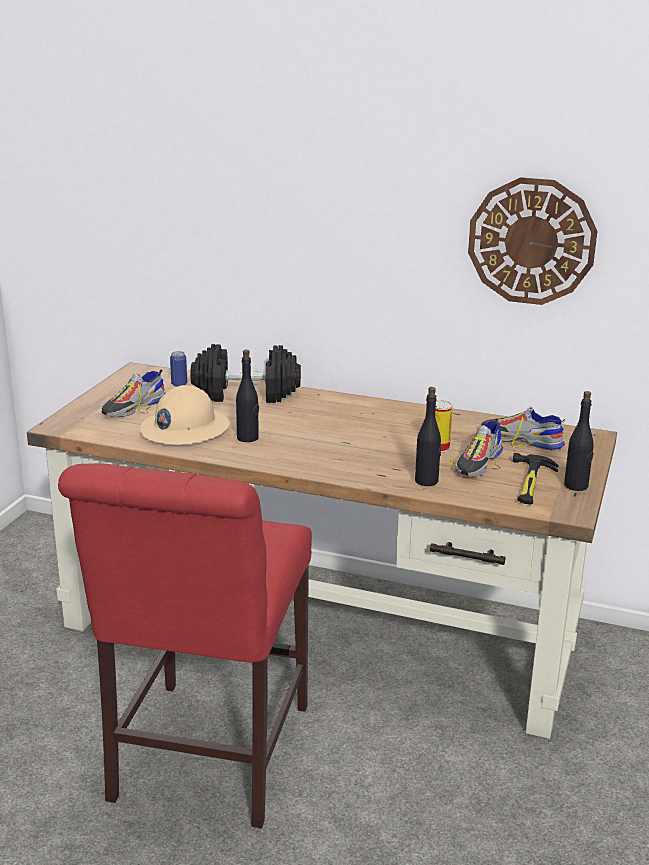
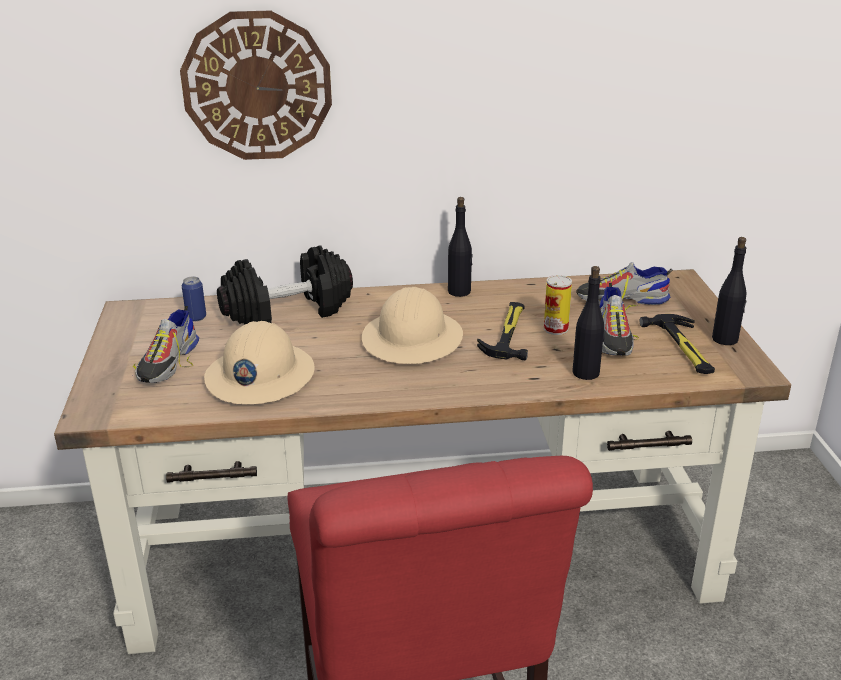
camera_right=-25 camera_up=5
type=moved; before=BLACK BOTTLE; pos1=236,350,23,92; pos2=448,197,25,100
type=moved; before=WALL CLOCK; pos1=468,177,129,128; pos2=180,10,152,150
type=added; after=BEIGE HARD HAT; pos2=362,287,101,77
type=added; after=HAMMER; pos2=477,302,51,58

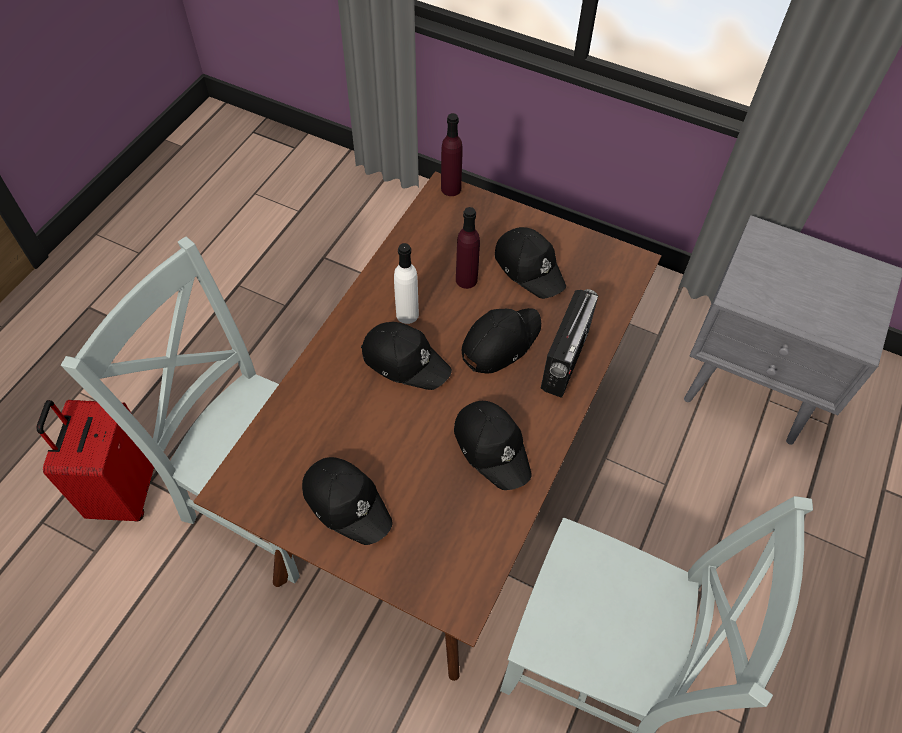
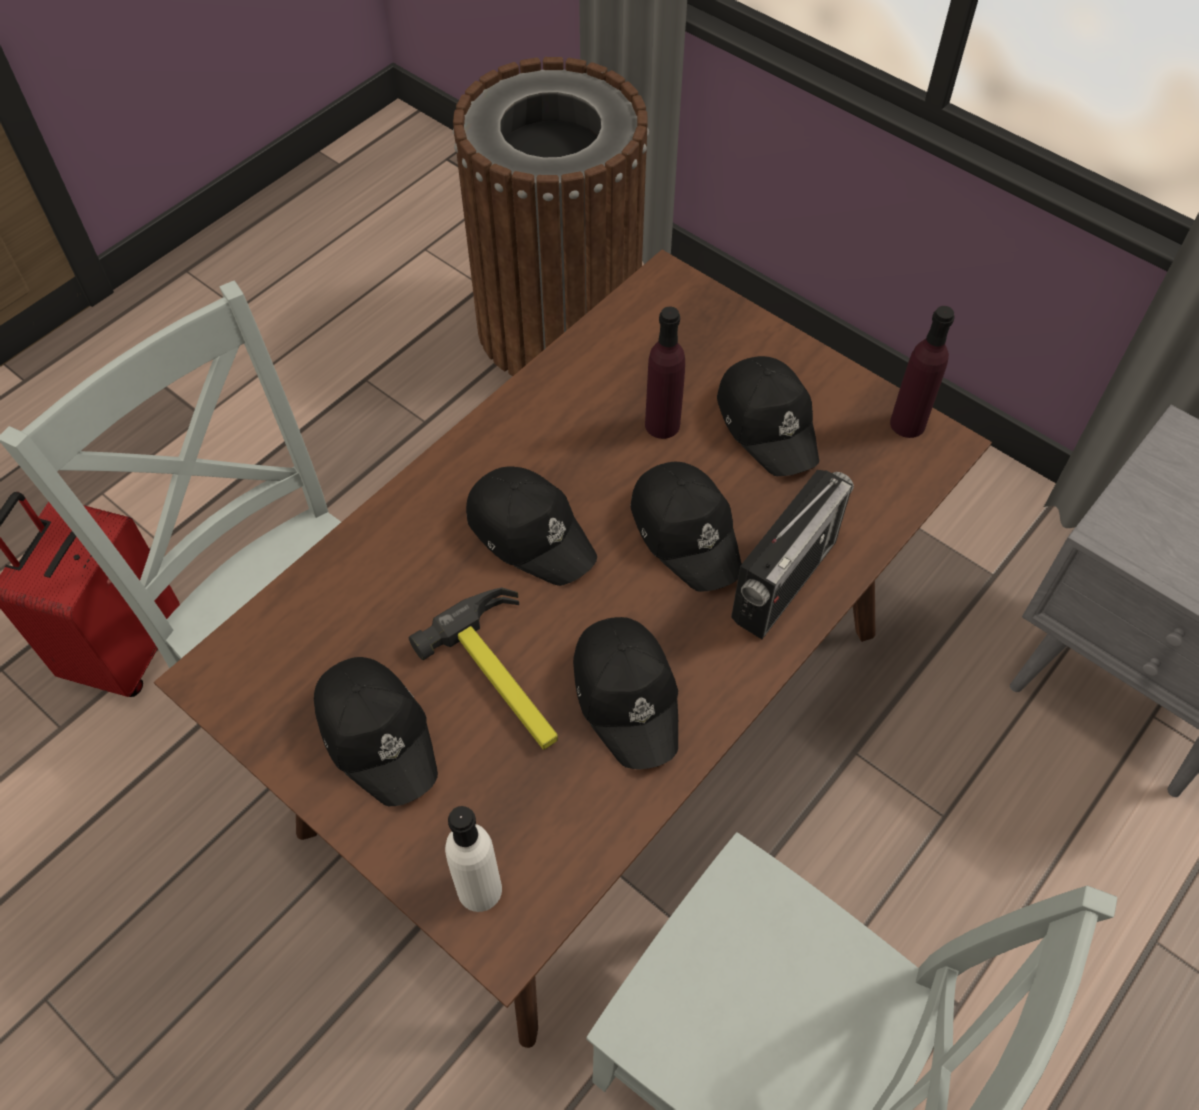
camera_right=15 camera_up=0
type=moved; before=WHITE BOTTLE; pos1=394,243,25,81; pos2=445,806,57,106
type=moved; before=PURPLE BOTTLE; pos1=441,113,22,83; pos2=890,306,65,132
type=turned; before=BLACK CAP; pos1=462,308,79,66; pos2=631,462,111,130; turn=90
type=added; after=HAMMER; pos2=409,587,149,163
type=added; after=BROWN TRASH CAN; pos2=453,57,196,319

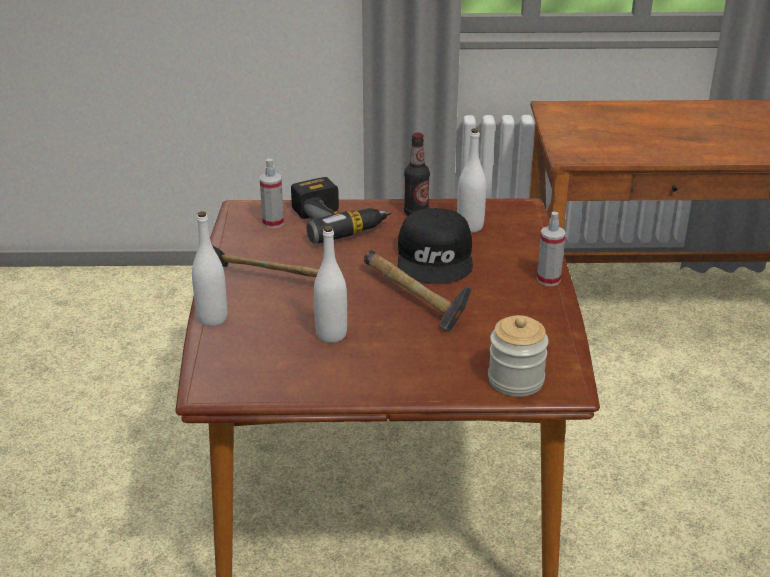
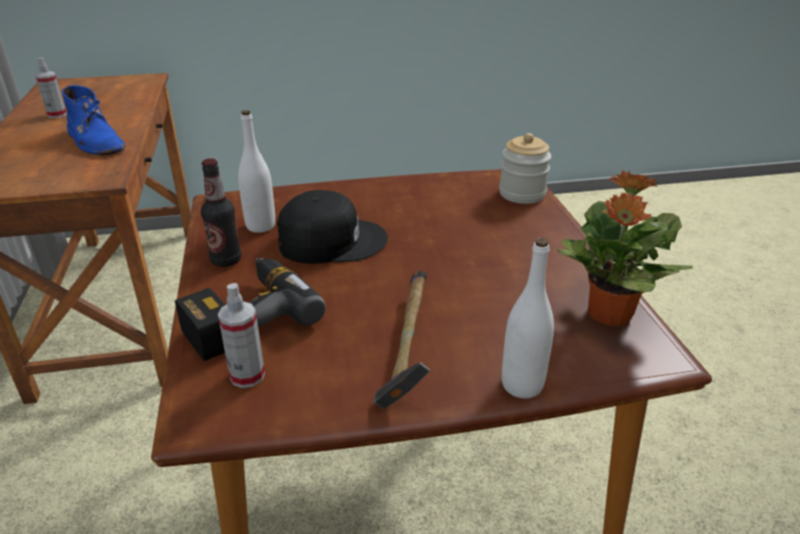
camera_right=-100 camera_up=0
type=removed; before=WHITE BOTTLE; pos1=314,226,33,117
type=removed; before=HAMMER; pos1=364,250,108,82
type=moved; before=SPRAY BOTTLE; pos1=537,212,29,74; pos2=35,57,32,61
type=added; after=BLUE BOOT; pos2=62,85,63,70
type=added; after=POTTED PLANT; pos2=557,170,136,156

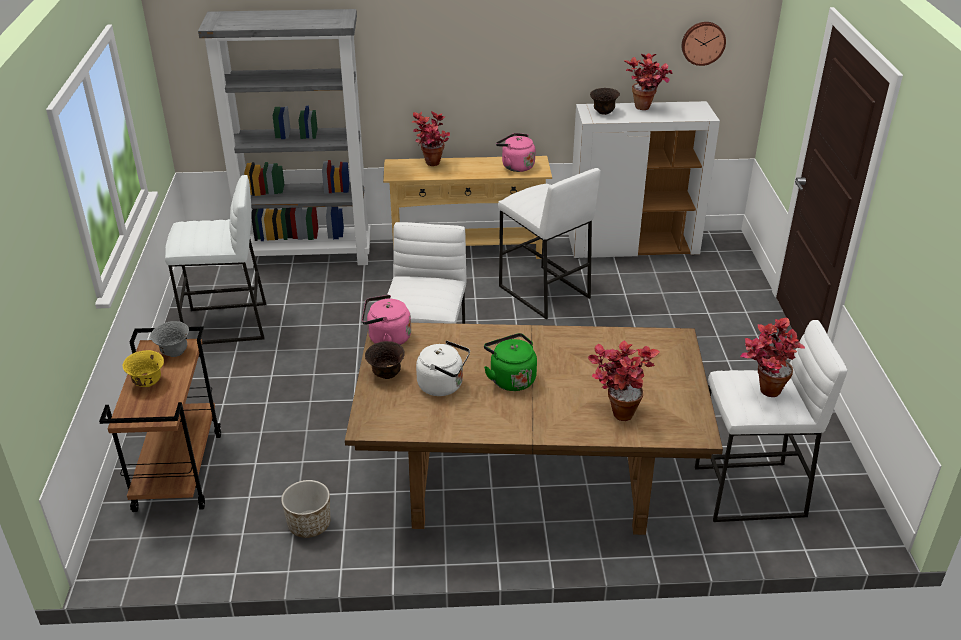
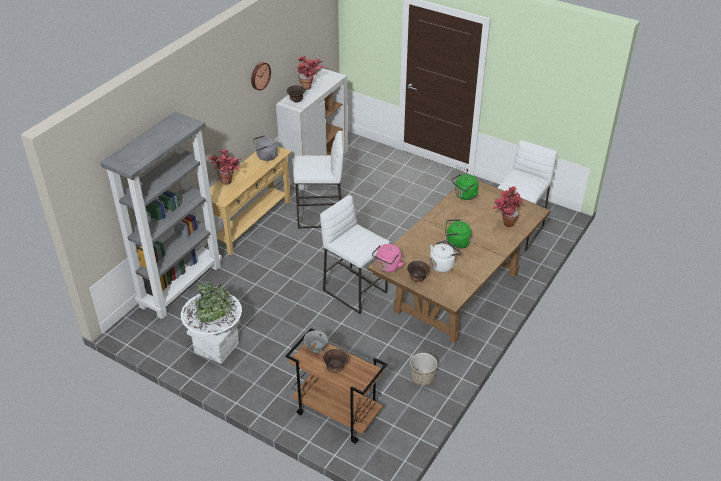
camera_right=-55 camera_up=5
type=recoloured; before=YELLOW BOWL; after=BROWN BOWL; pos1=123,350,41,37; pos2=323,349,24,24
type=replaced; before=WHITE STOOL; after=WHITE PLANTER; pos1=165,175,101,169; pos2=181,281,61,83
type=recoloured; before=PINK KETTLE; after=GREY KETTLE; pos1=496,133,39,39; pos2=253,135,25,26
type=moved; before=WALL CLOCK; pos1=682,22,44,44; pos2=251,62,20,29
type=removed; before=POTTED PLANT; pos1=740,318,65,79
type=added; after=GREEN KETTLE; pos2=451,174,28,26

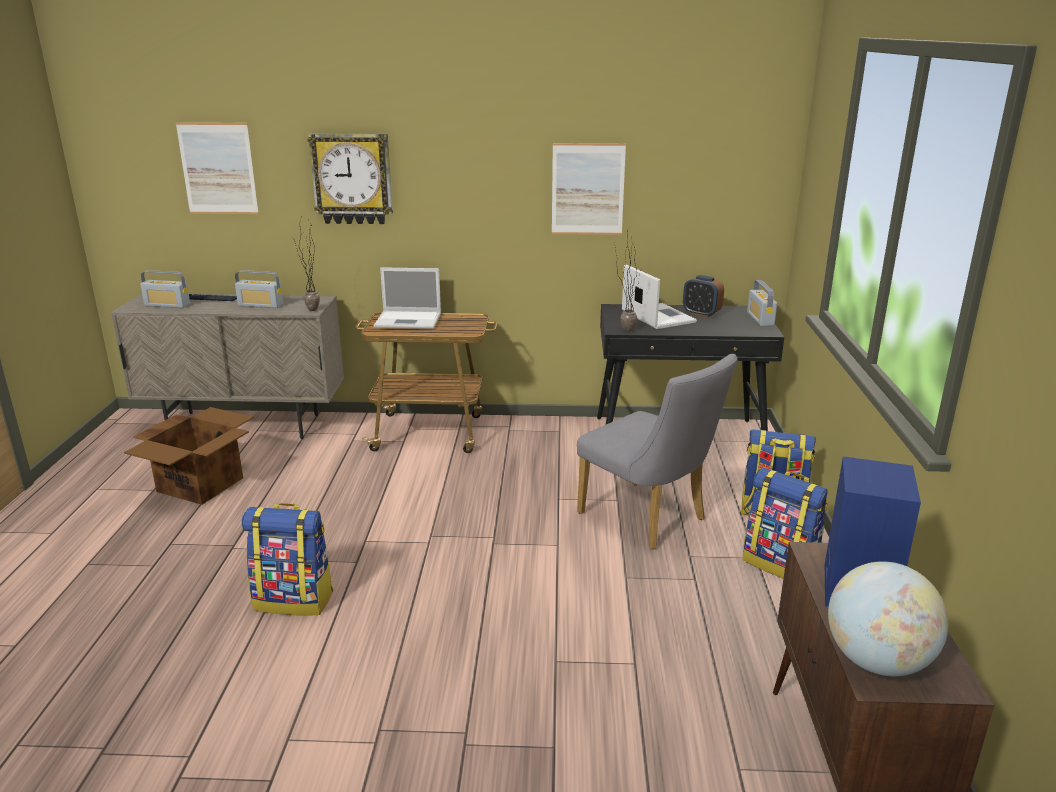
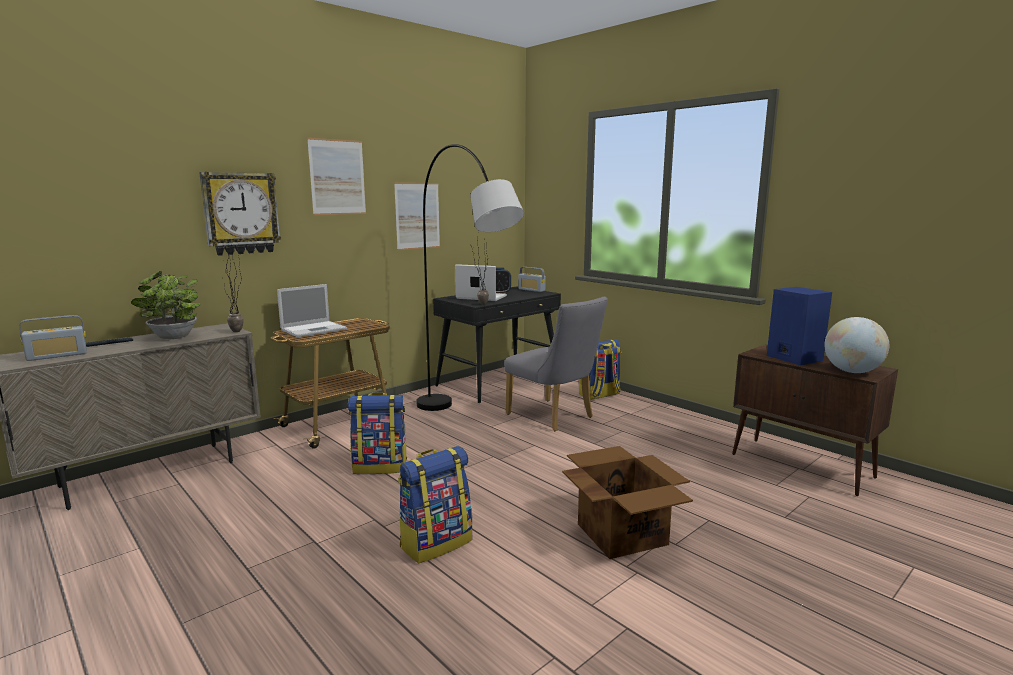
camera_right=-45 camera_up=-10
type=moved; before=CARDBOARD BOX; pos1=124,407,130,98; pos2=562,446,131,113
type=moved; before=PICTURE; pos1=175,122,84,92; pos2=307,138,59,77
type=replaced; before=RADIO; after=POTTED PLANT; pos1=235,270,48,38; pos2=131,271,70,68
type=turned; before=GREY CHAIR; pos1=577,354,160,195; pos2=504,297,104,134; turn=45
type=moved; before=BACKPACK; pos1=742,468,86,110; pos2=348,392,60,82
type=added; after=GREY FLOOR LAMP; pos2=416,144,108,267

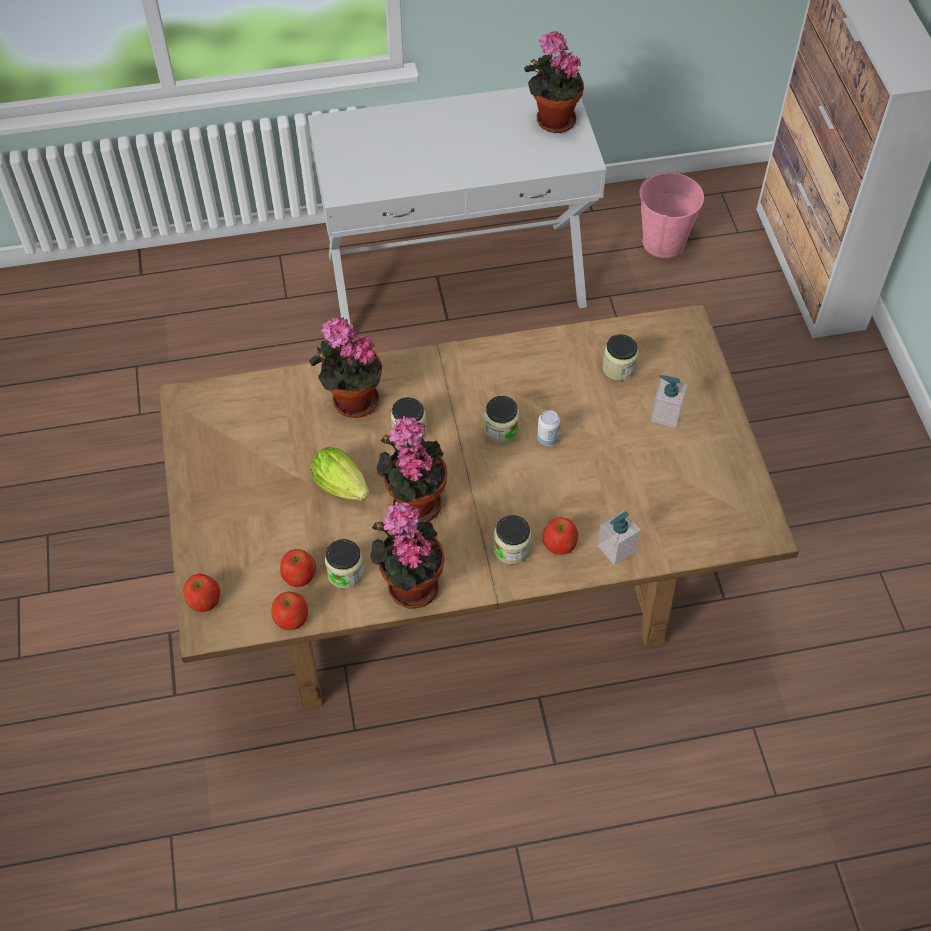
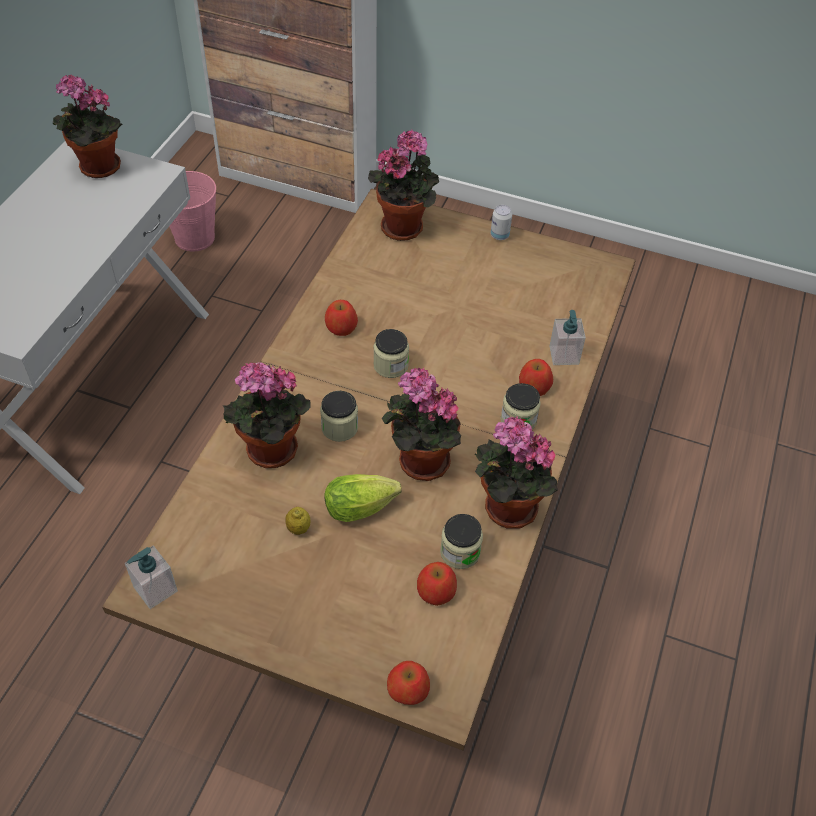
camera_right=-60 camera_up=-5
type=moved; before=APPLE; pos1=271,592,37,38; pos2=325,300,33,36
type=moved; before=CAN; pos1=537,410,23,36; pos2=491,205,21,35
type=removed; before=JAR; pos1=602,334,36,47
type=moved; before=SOAP DISPENSER; pos1=651,375,36,53; pos2=125,546,53,63
type=added; after=LEMON; pos2=285,507,25,28
type=added; after=POTTED PLANT; pos2=368,130,72,111

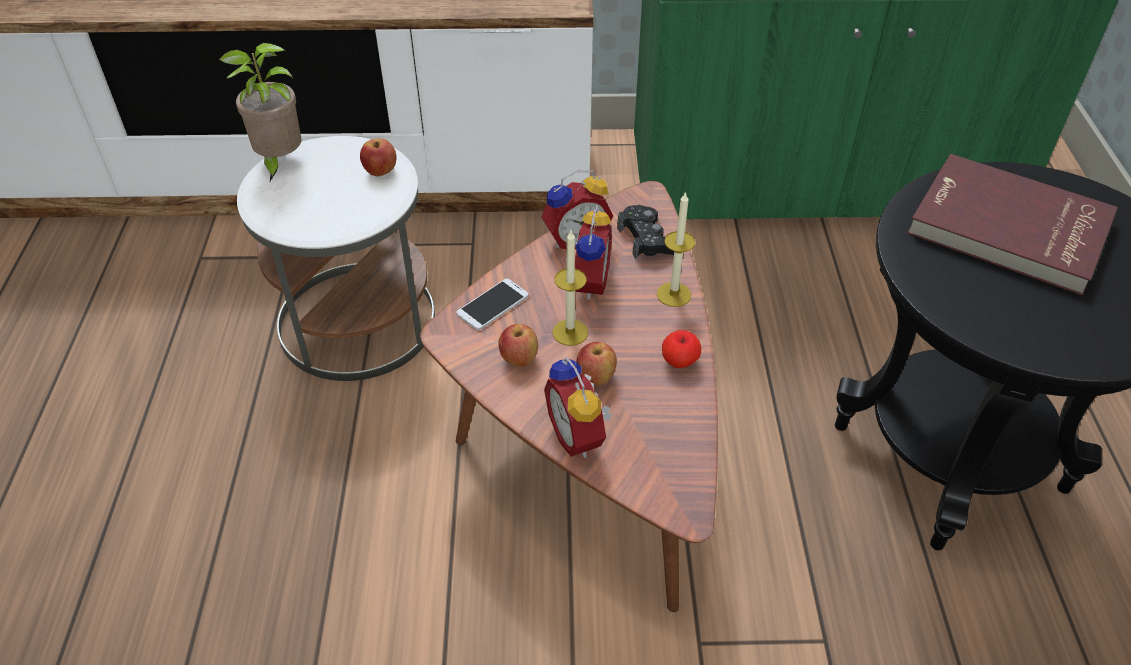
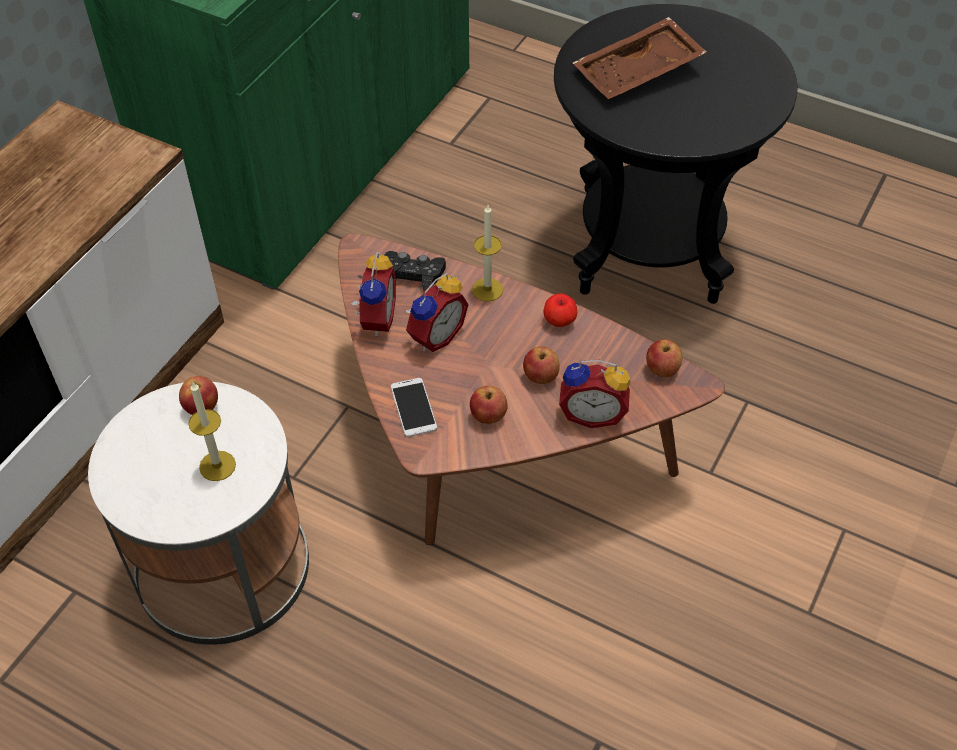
camera_right=-60 camera_up=5
type=removed; before=POTTED PLANT; pos1=219,43,83,139
type=moved; before=CANDLE; pos1=552,230,36,116; pos2=188,381,48,100
type=turned; before=ALARM CLOCK; pos1=565,205,47,95; pos2=405,273,64,79; turn=90
type=replaced; before=RED BOOK; after=BROWN TRAY; pos1=907,154,211,141; pos2=573,17,134,82
type=added; after=APPLE; pos2=646,339,36,38

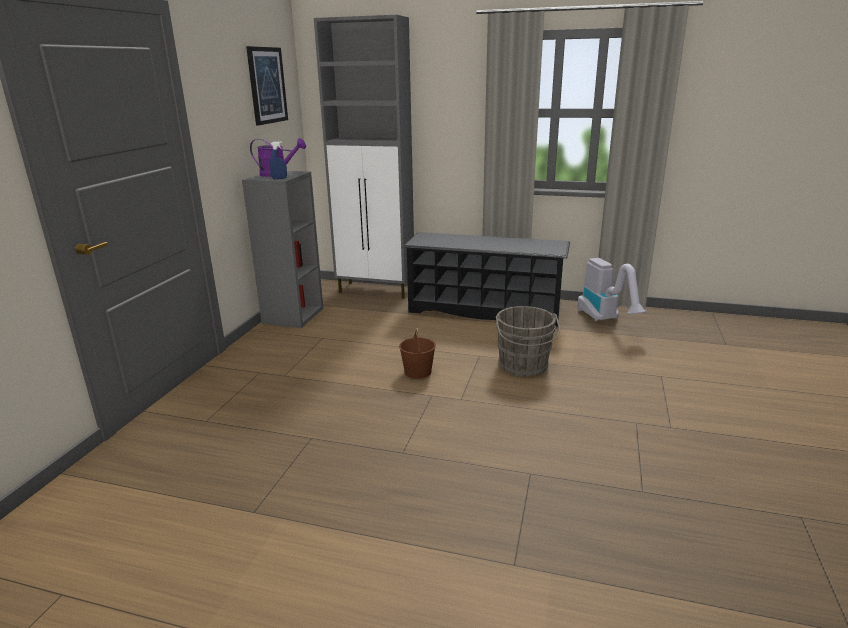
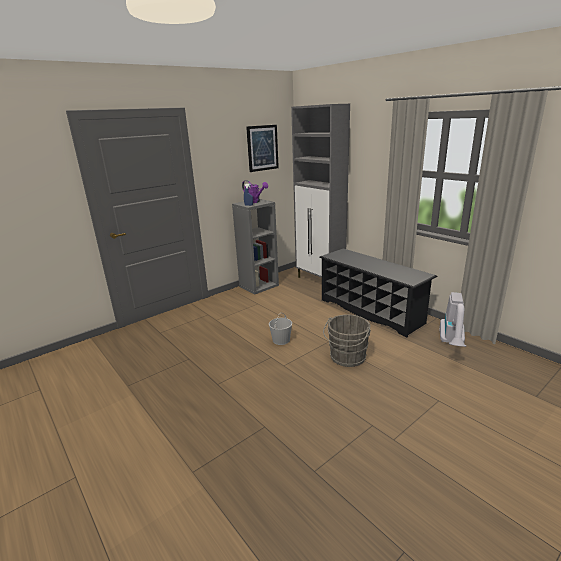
camera_right=35 camera_up=0
type=recoloured; before=BROWN BUCKET; after=WHITE BUCKET; pos1=399,328,37,51; pos2=269,313,23,32

